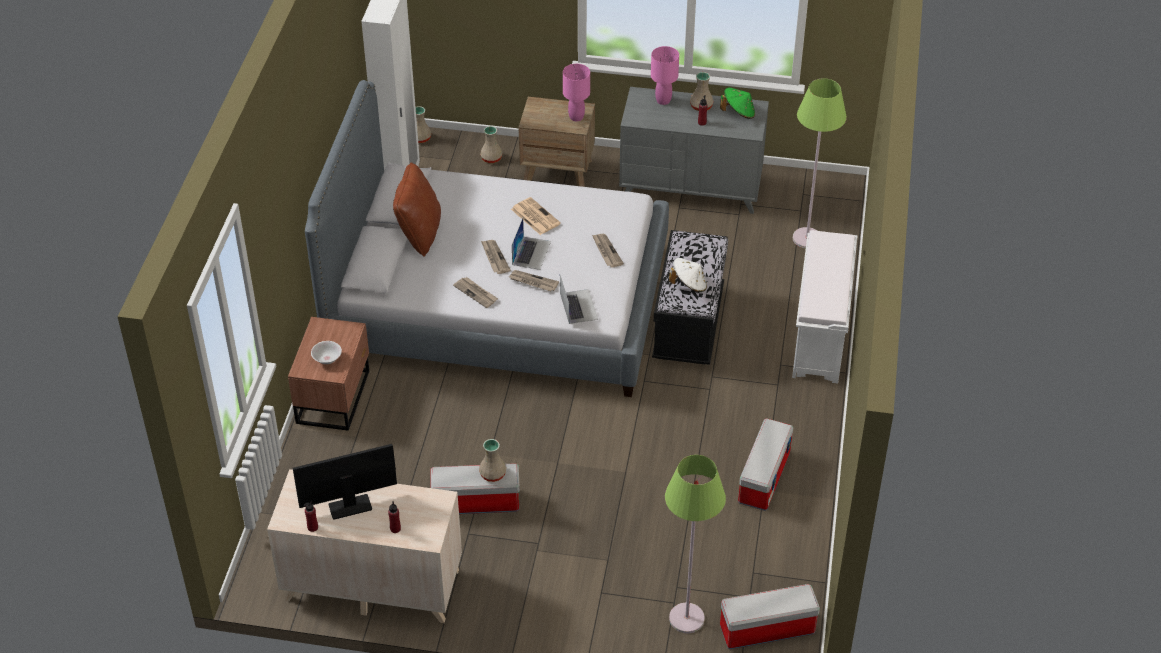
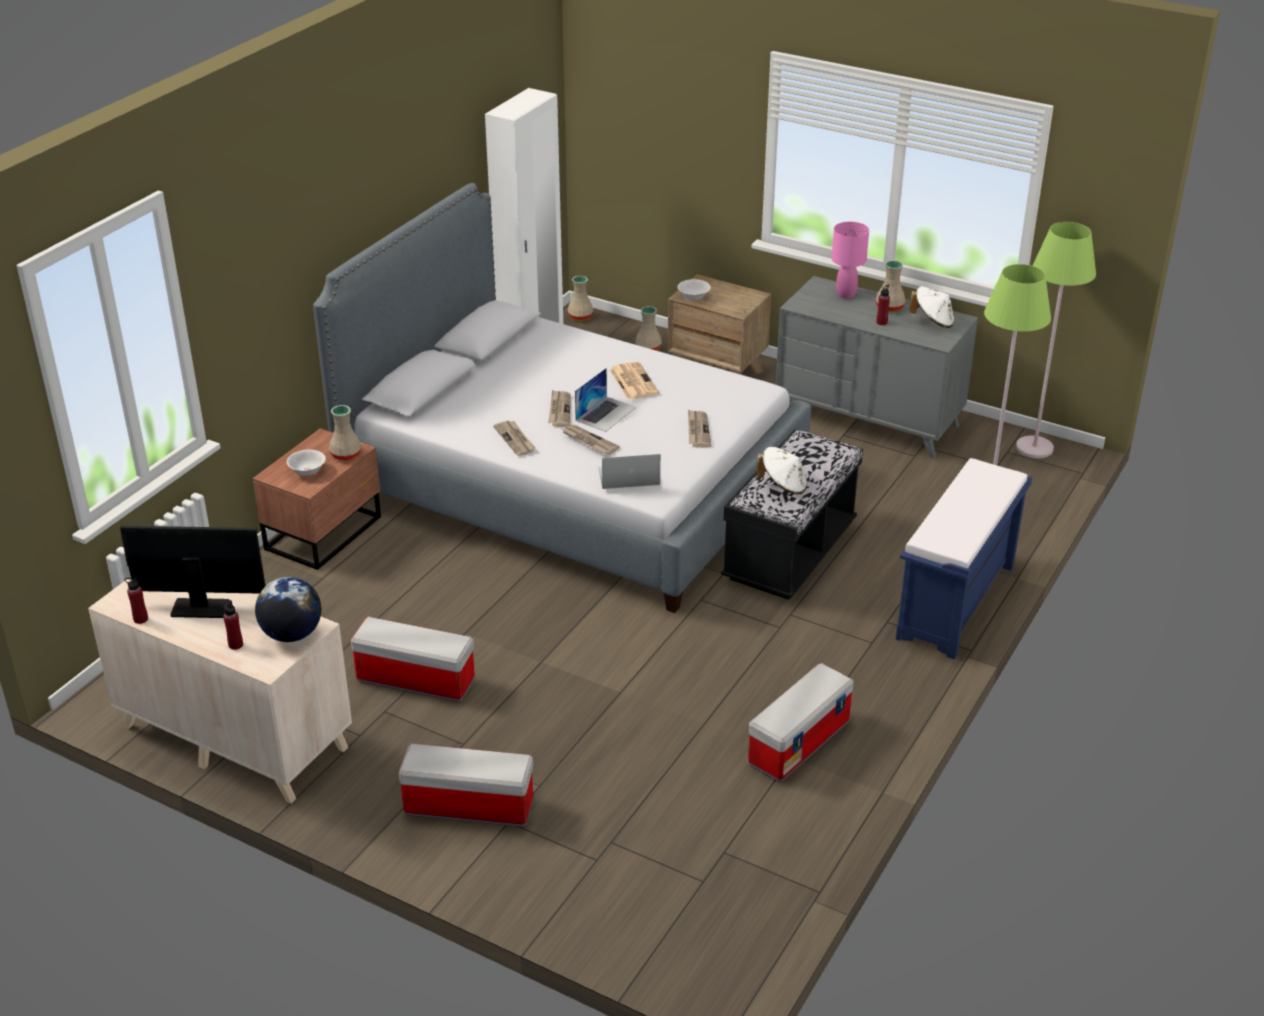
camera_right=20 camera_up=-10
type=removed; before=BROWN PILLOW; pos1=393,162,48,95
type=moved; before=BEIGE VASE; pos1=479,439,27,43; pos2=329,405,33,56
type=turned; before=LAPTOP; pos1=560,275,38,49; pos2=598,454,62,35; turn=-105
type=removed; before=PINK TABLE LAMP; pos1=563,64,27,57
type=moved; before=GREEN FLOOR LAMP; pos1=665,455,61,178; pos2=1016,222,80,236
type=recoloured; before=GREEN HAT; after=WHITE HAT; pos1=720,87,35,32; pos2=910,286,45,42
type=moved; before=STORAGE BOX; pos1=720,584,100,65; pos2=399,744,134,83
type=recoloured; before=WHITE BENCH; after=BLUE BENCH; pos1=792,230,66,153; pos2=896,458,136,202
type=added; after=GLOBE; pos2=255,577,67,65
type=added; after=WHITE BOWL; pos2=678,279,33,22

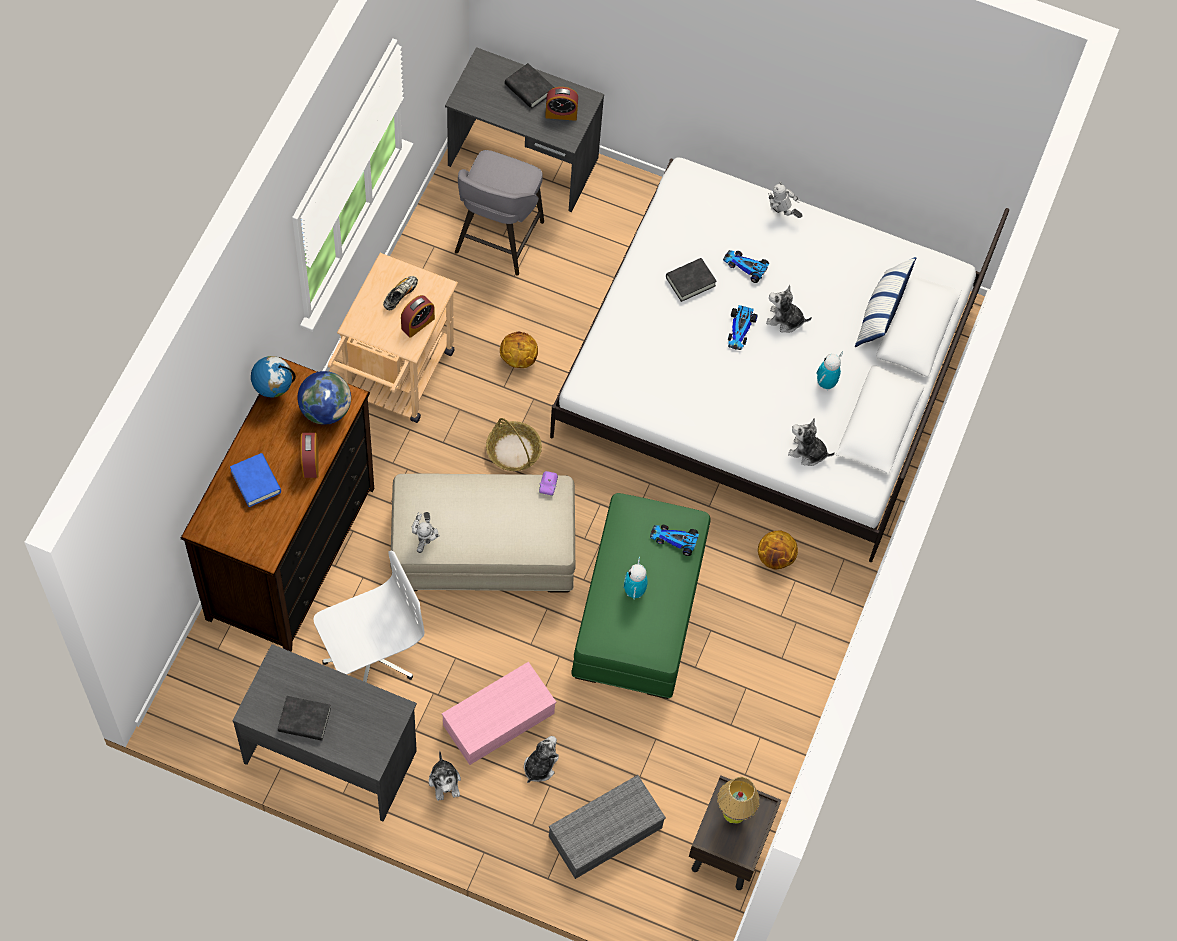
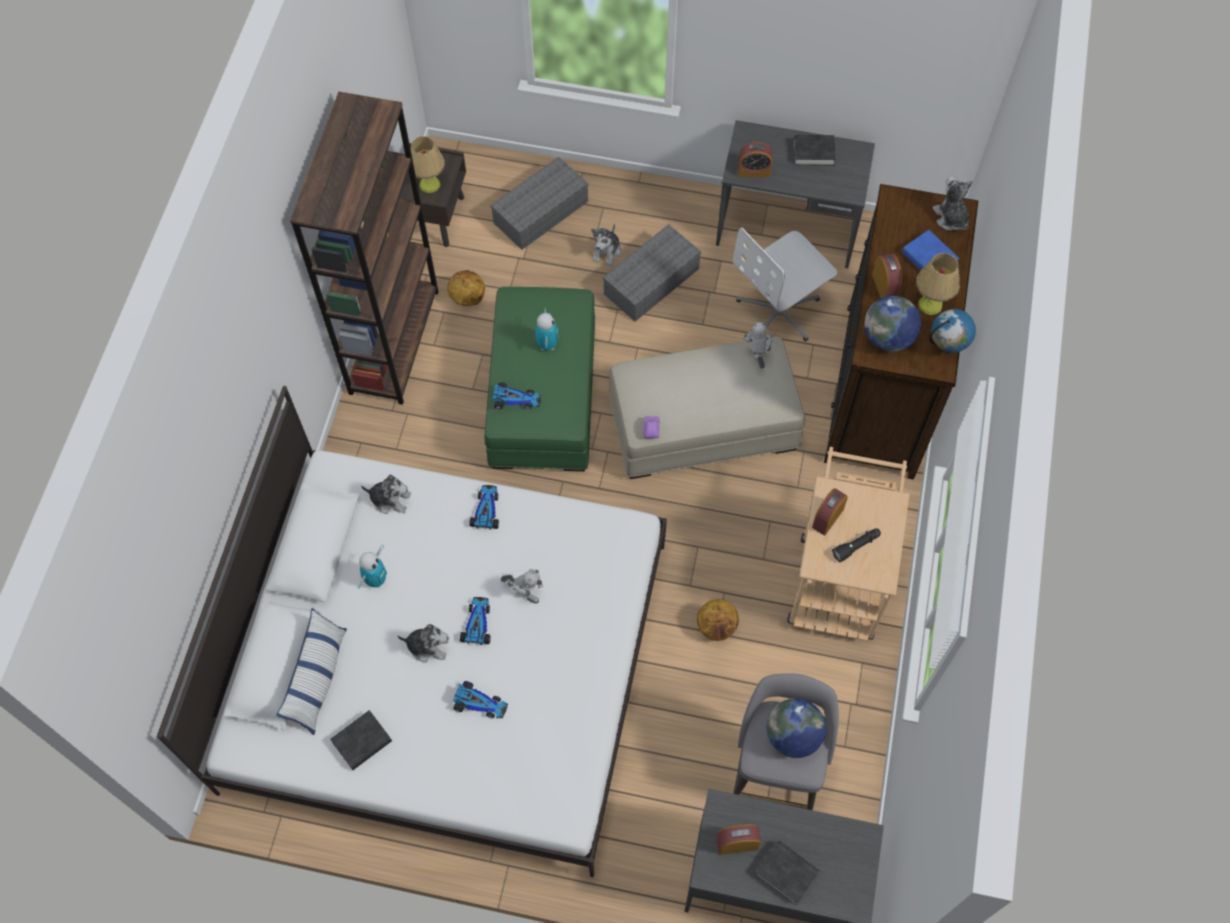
camera_right=175 camera_up=0
type=replaced; before=SHOE; after=BLACK FLASHLIGHT; pos1=383,276,35,34; pos2=832,528,49,34
type=moved; before=PLUSH TOY; pos1=429,751,32,50; pos2=933,176,40,55
type=recoloured; before=PINK STORAGE BOX; after=GREY STORAGE BOX; pos1=442,662,114,103; pos2=603,224,98,98
type=removed; before=BASKET; pos1=486,418,56,53
type=moved; before=BLACK BOOK; pos1=666,258,51,44; pos2=330,710,62,60
type=moved; before=BASKETBALL; pos1=758,530,40,39; pos2=447,270,38,36
type=moved; before=TOY ROBOT; pos1=768,182,35,36; pos2=501,569,42,35
type=added; after=BROWN BOOKCASE; pos2=290,91,148,314
type=added; after=TOY CAR; pos2=469,485,30,45
type=added; after=ALARM CLOCK; pos2=738,142,34,35
type=added; after=GLOBE; pos2=767,698,59,60
type=added; after=TABLE LAMP; pos2=916,253,44,62

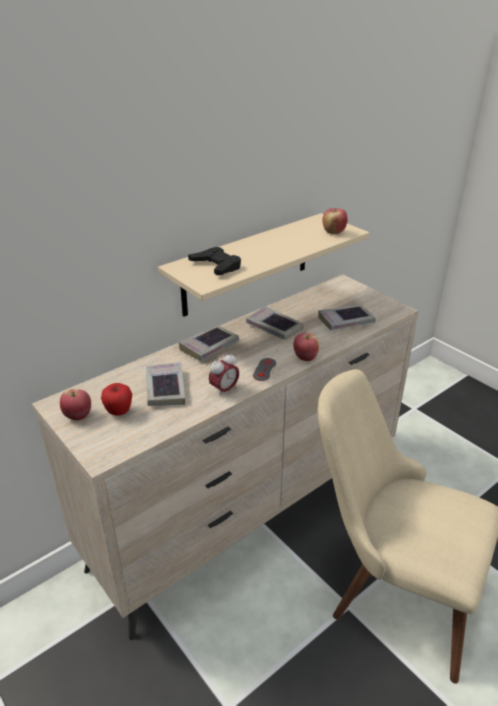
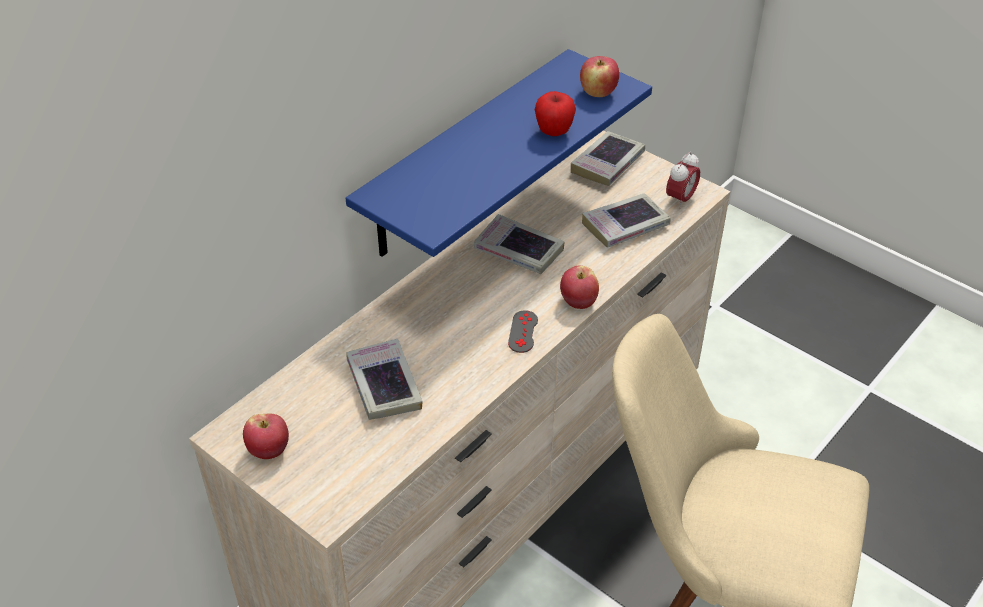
camera_right=-10 camera_up=10
type=moved; before=APPLE; pos1=101,383,31,33; pos2=535,91,41,45
type=recoloured; before=BEIGE SHELF; after=BLUE SHELF; pos1=158,213,211,104; pos2=346,49,306,208
type=moved; before=BOOK; pos1=179,325,60,36; pos2=571,131,74,55
type=removed; before=BLACK GAME CONTROLLER; pos1=188,247,53,28
type=moved; before=ALARM CLOCK; pos1=209,353,30,44; pos2=666,152,34,57

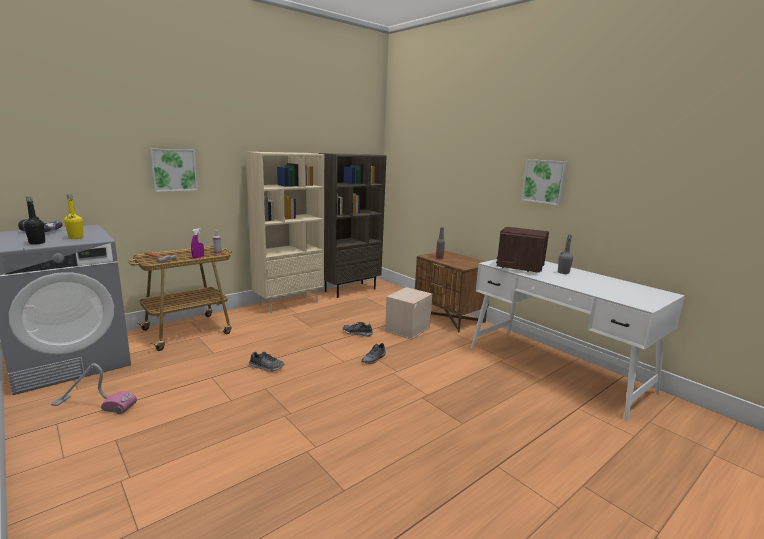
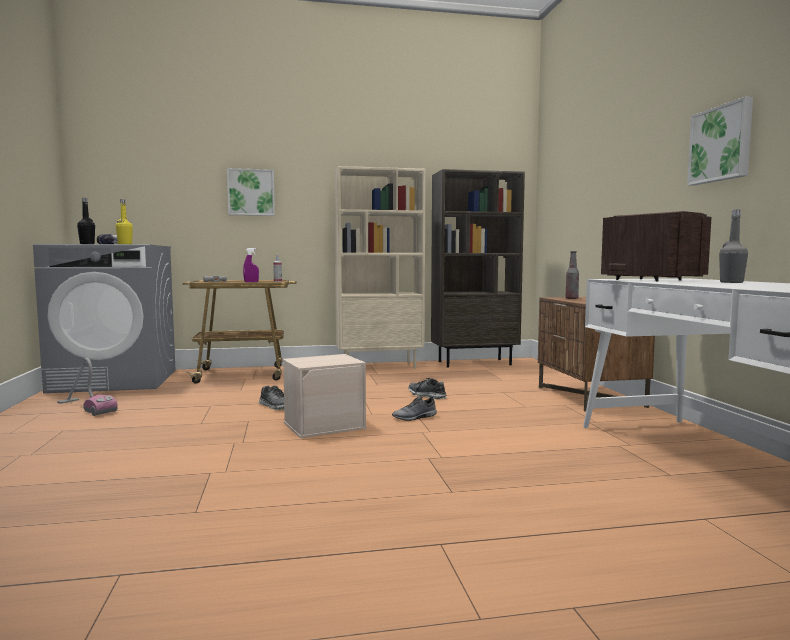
camera_right=30 camera_up=-10
type=moved; before=BEIGE STORAGE BOX; pos1=385,287,48,53; pos2=283,354,83,84

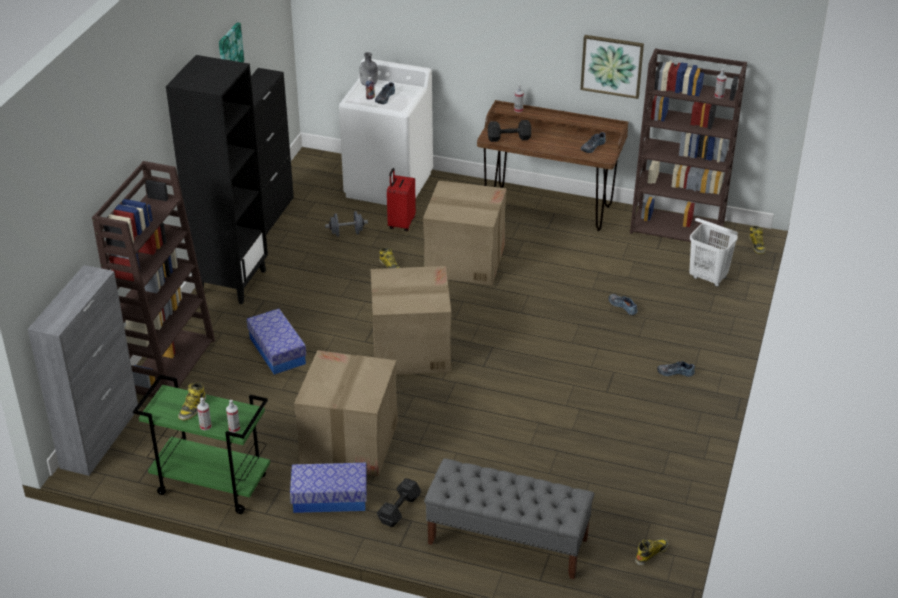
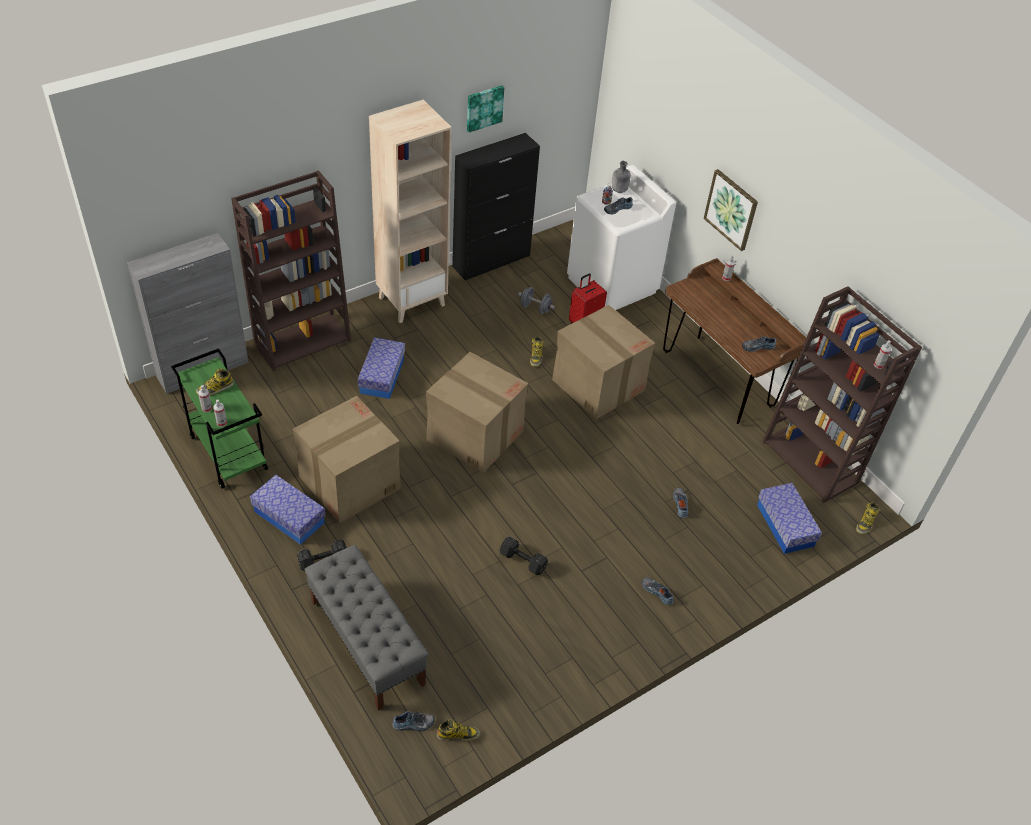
camera_right=35 camera_up=10
type=recoloured; before=BLACK BOOKCASE; after=BEIGE BOOKCASE; pos1=166,55,102,249; pos2=369,99,83,224
type=moved; before=BLACK DUMBBELL; pos1=488,120,43,22; pos2=500,536,48,39
type=moved; before=PICTURE; pos1=580,35,64,64; pos2=704,169,54,82
type=replaced; before=WHITE LAUNDRY BASKET; after=STORAGE BOX; pos1=689,218,49,69; pos2=757,483,65,71
type=added; after=SHOE; pos2=392,711,43,20

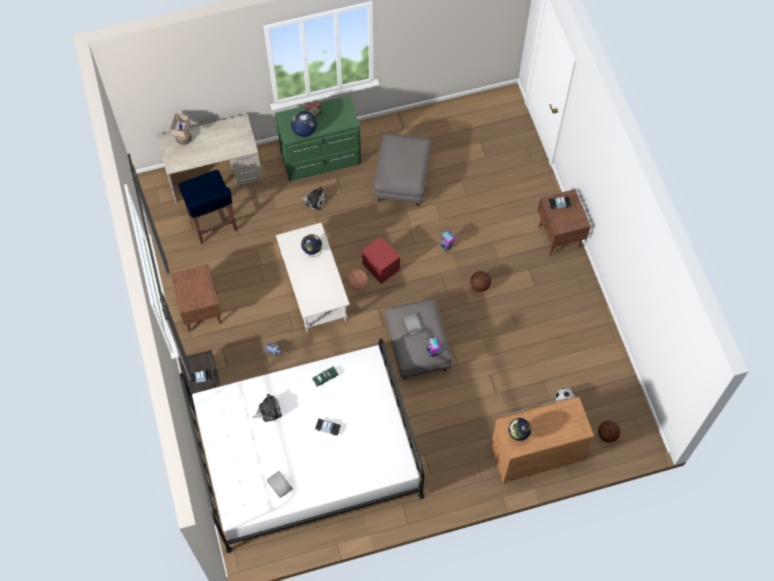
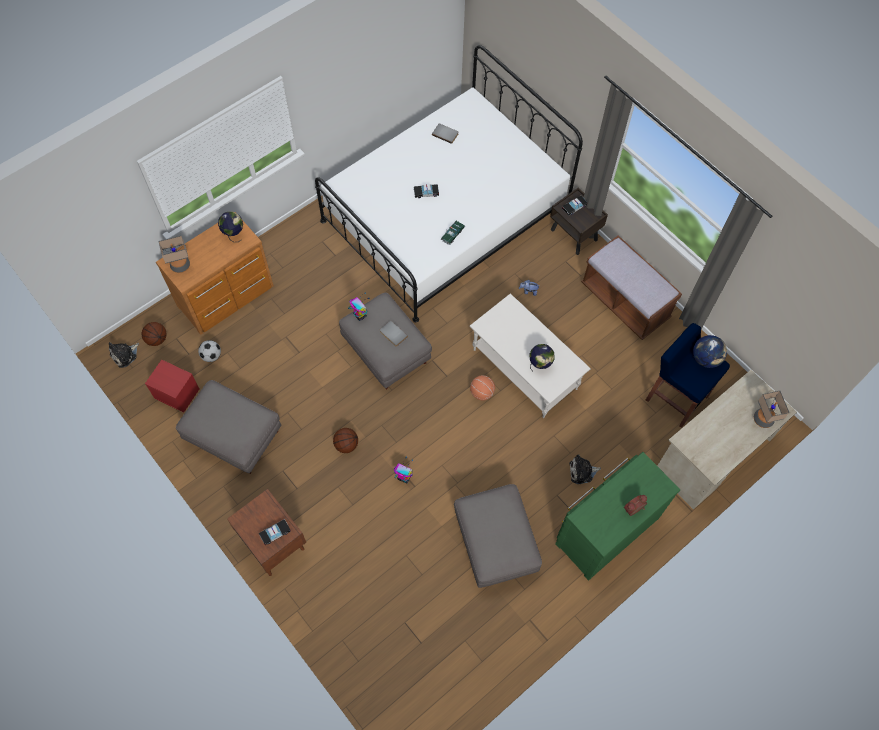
camera_right=155 camera_up=0
type=replaced; before=BROWN NIGHTSTAND; after=BROWN BENCH; pos1=171,264,51,68; pos2=581,235,101,105
type=moved; before=PLUSH TOY; pos1=253,394,29,28; pos2=109,342,30,26
type=moved; before=GLOBE; pos1=291,111,26,26; pos2=693,335,34,33
type=moved; before=RED STORAGE BOX; pos1=362,237,38,47; pos2=145,360,55,53
type=added; after=TABLE LAMP; pos2=158,235,32,38
type=added; after=GREY OTTOMAN; pos2=176,380,105,94

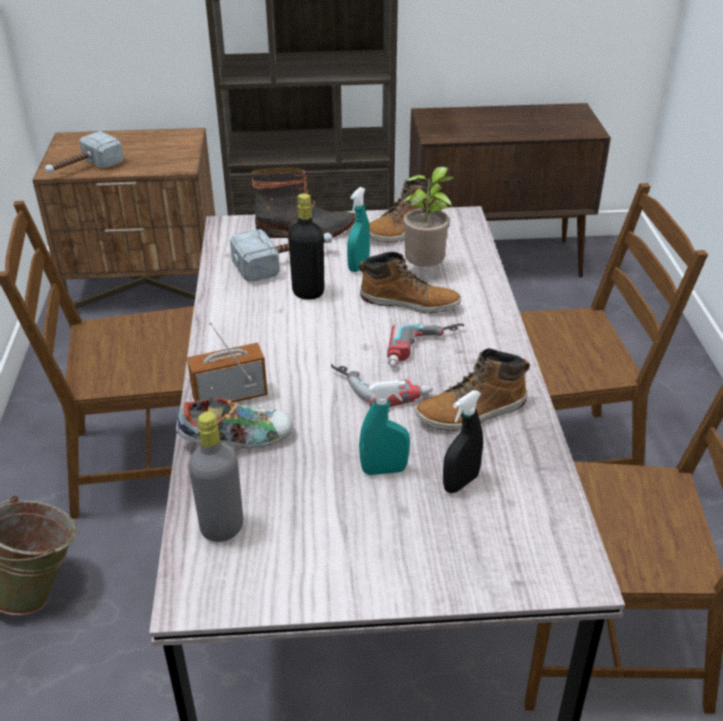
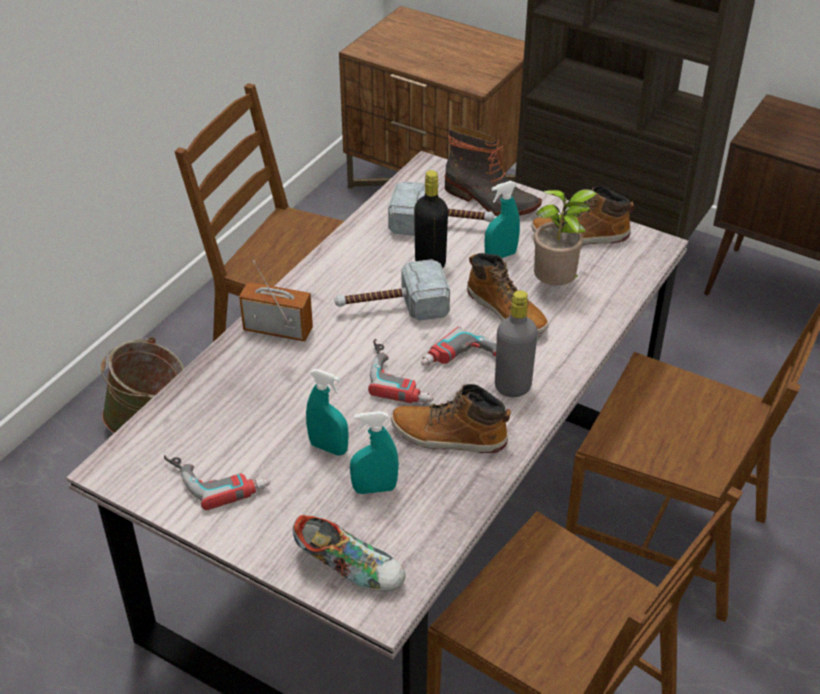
camera_right=35 camera_up=5
type=moved; before=HAMMER; pos1=45,131,79,42; pos2=335,259,115,62
type=moved; before=SHOE; pos1=176,398,117,51; pos2=292,515,114,77
type=moved; before=GREY BOTTLE; pos1=188,412,55,130; pos2=495,290,43,107
type=recoloured; before=BLACK SPRAY BOTTLE; after=TURQUOISE SPRAY BOTTLE; pos1=443,390,40,103; pos2=350,411,49,83
type=added; after=POWER DRILL; pos2=164,455,106,55

